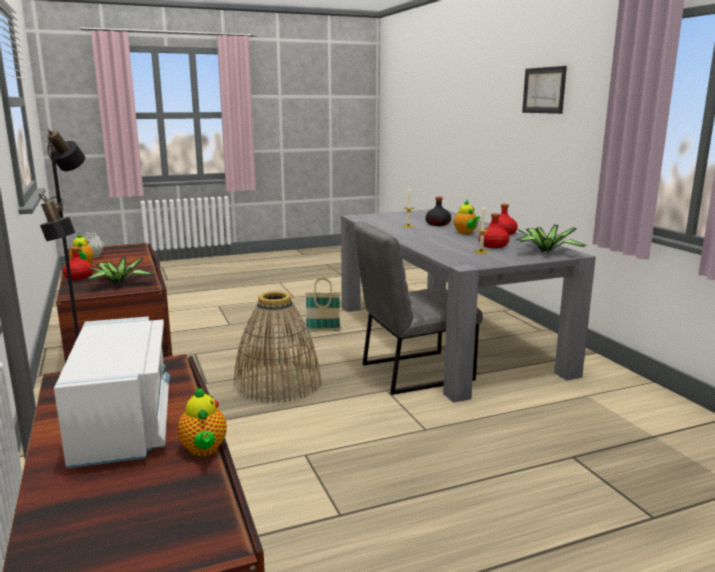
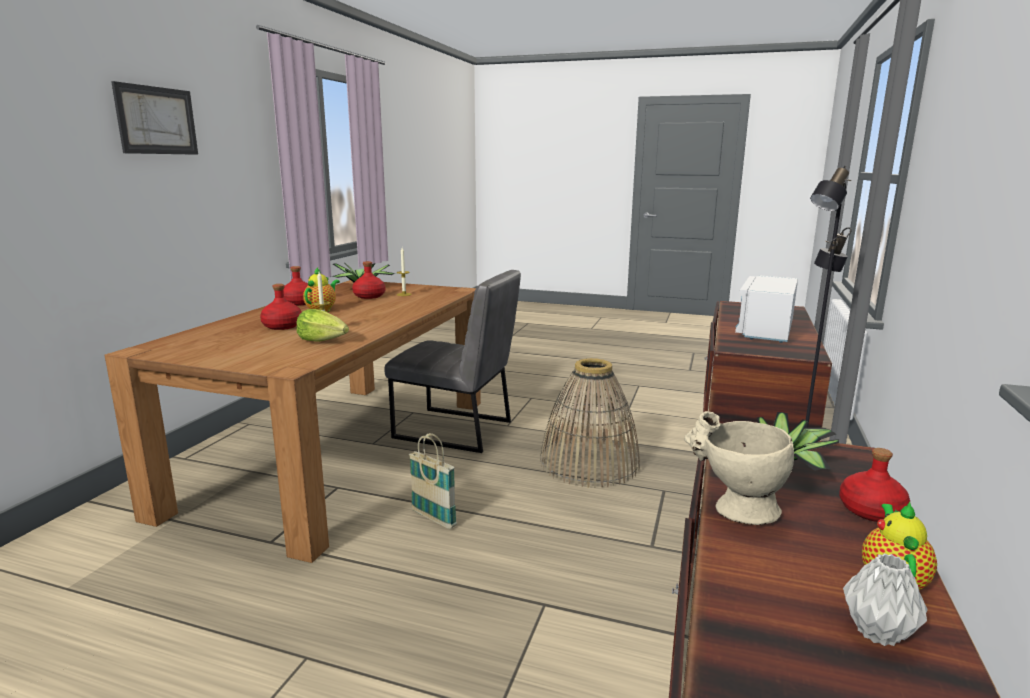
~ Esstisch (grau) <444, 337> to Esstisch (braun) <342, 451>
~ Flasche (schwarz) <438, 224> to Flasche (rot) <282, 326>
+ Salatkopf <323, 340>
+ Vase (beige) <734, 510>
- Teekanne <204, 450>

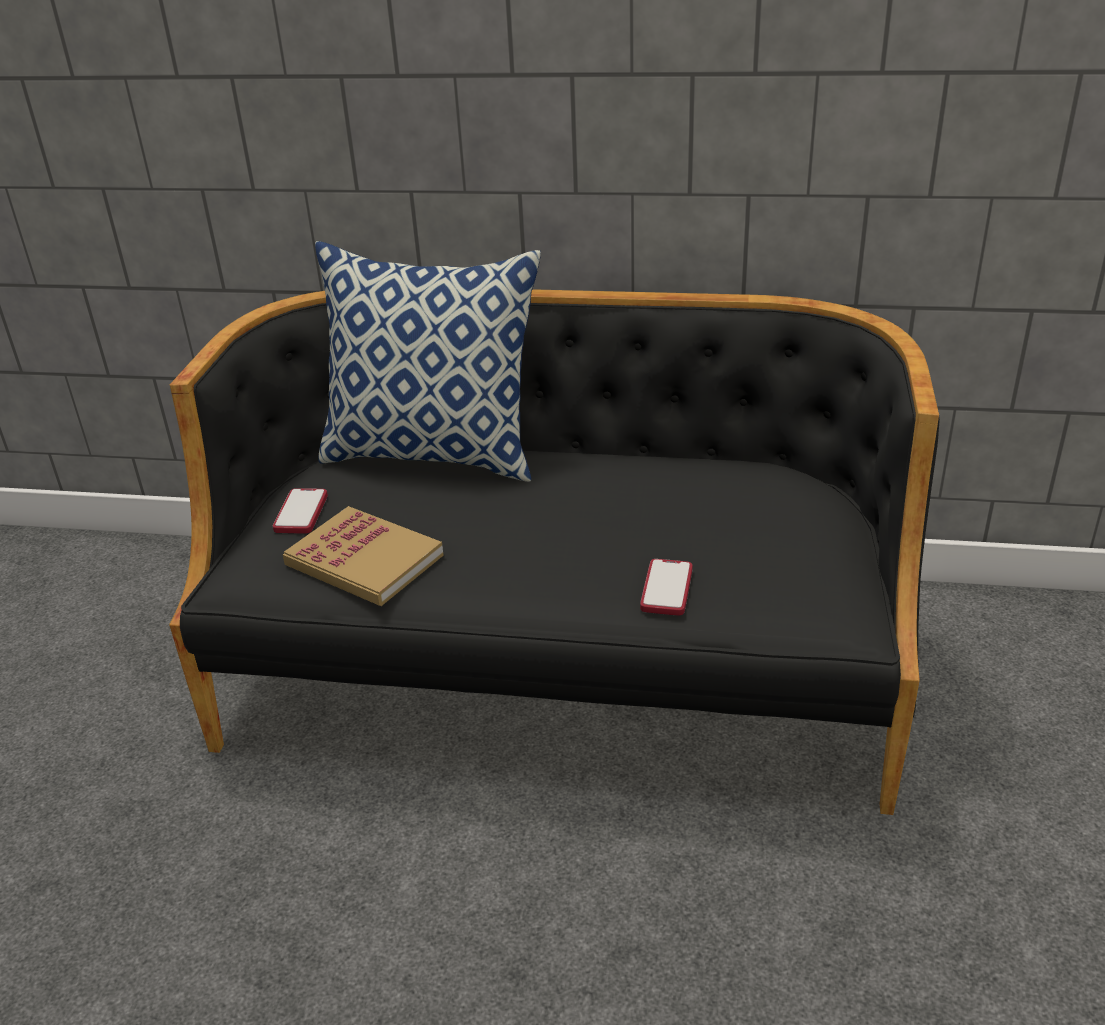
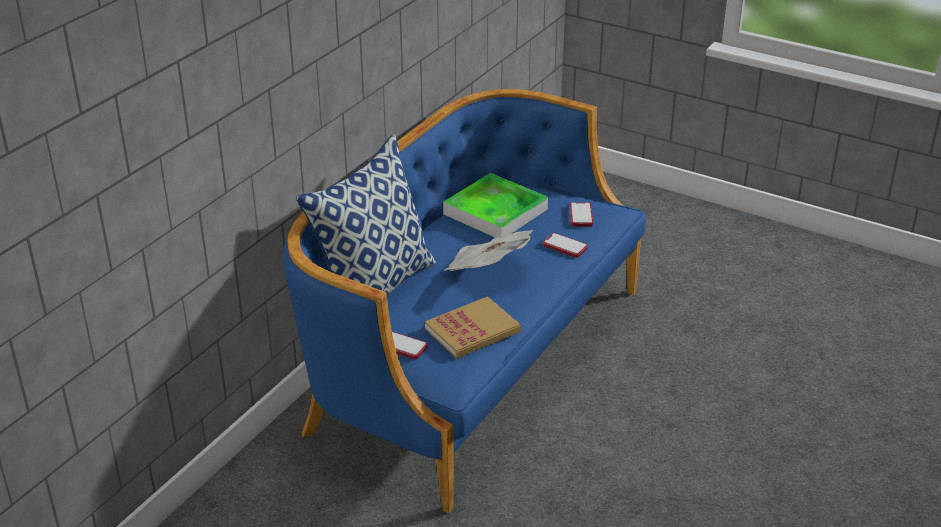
~ Sofa (schwarz) <561, 669> to Sofa (blau) <471, 359>
+ Tablett <495, 211>
+ Zeitung <487, 270>
+ Handy <581, 216>

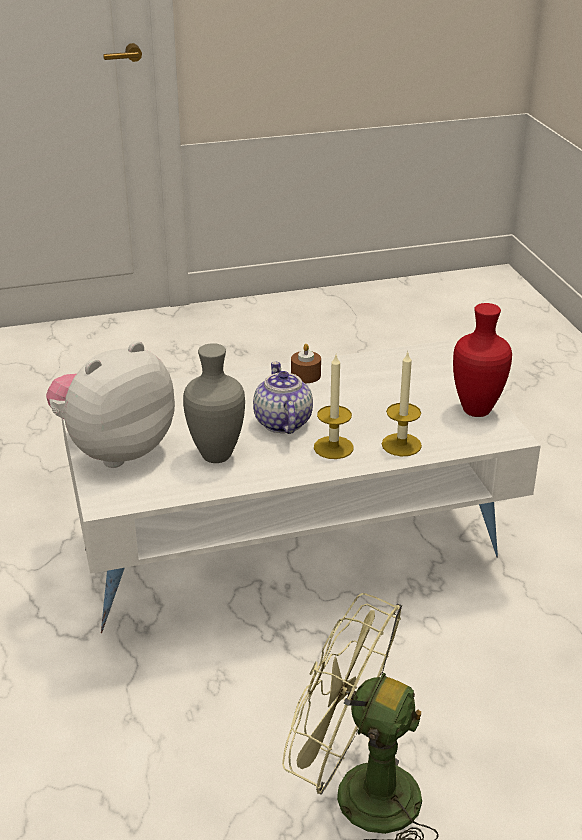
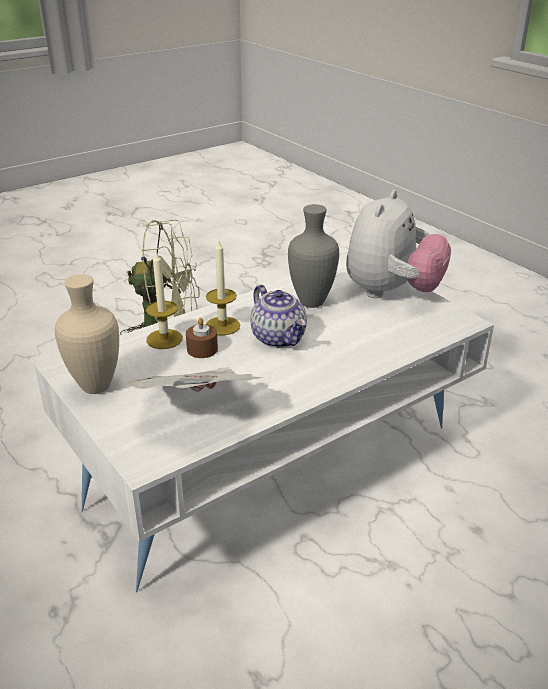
~ Vase (rot) <477, 411> to Vase (beige) <95, 385>
+ Zeitung <200, 406>
~ Kerze (braun) <305, 375> to <202, 349>

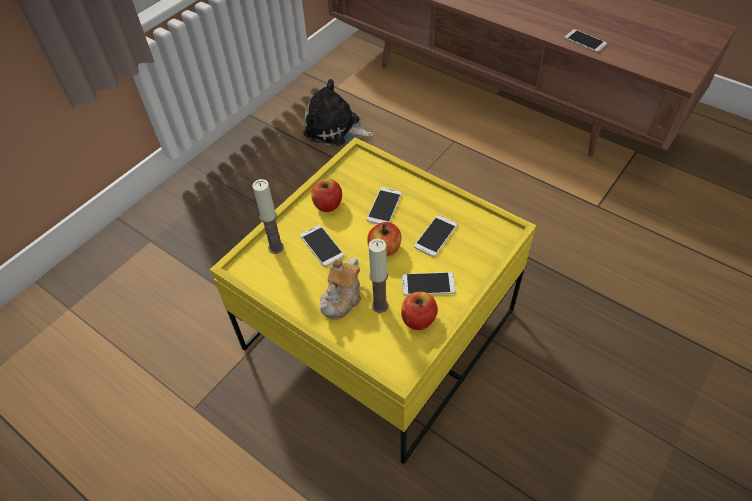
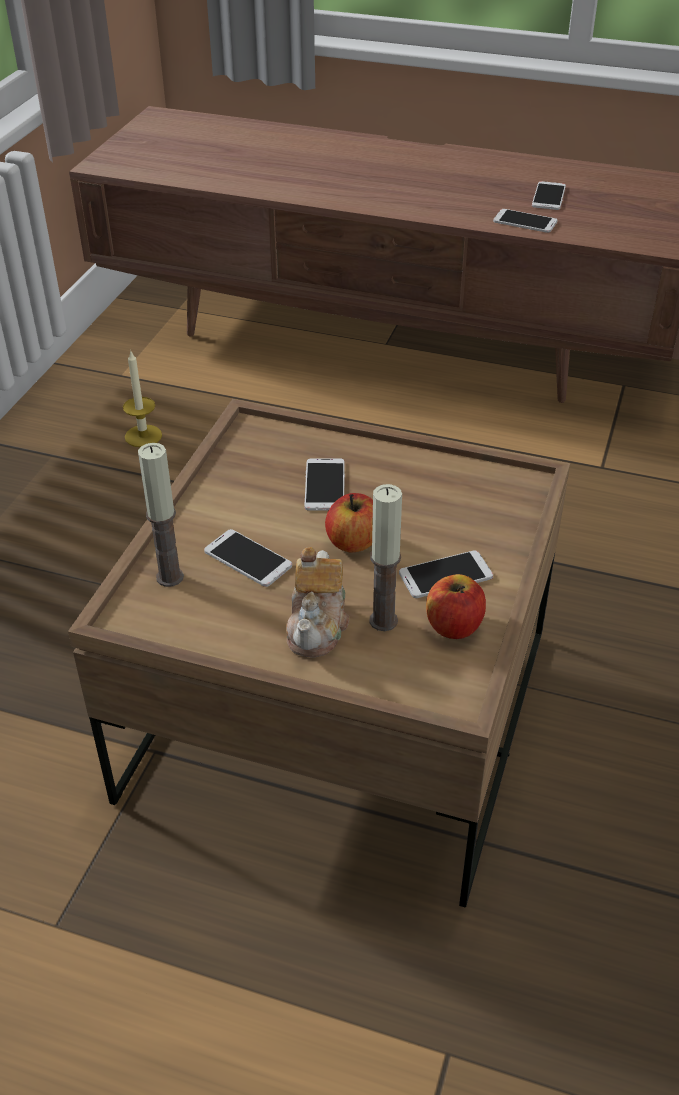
~ Couchtisch (gelb) <380, 329> to Couchtisch (braun) <340, 714>
~ Plüschtier <335, 129> to Kerze <143, 436>
~ Handy <435, 236> to <548, 196>
- Apfel <328, 204>

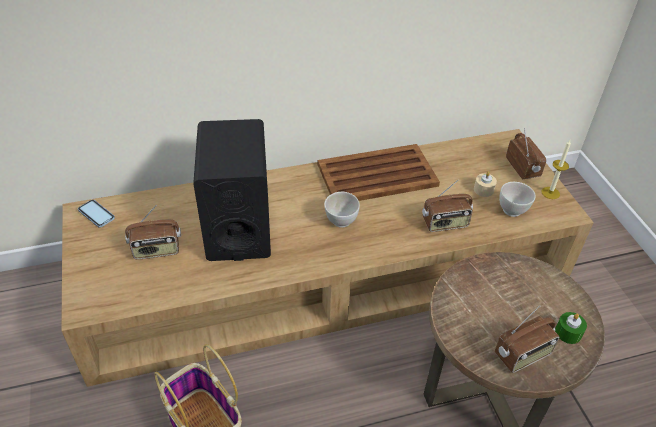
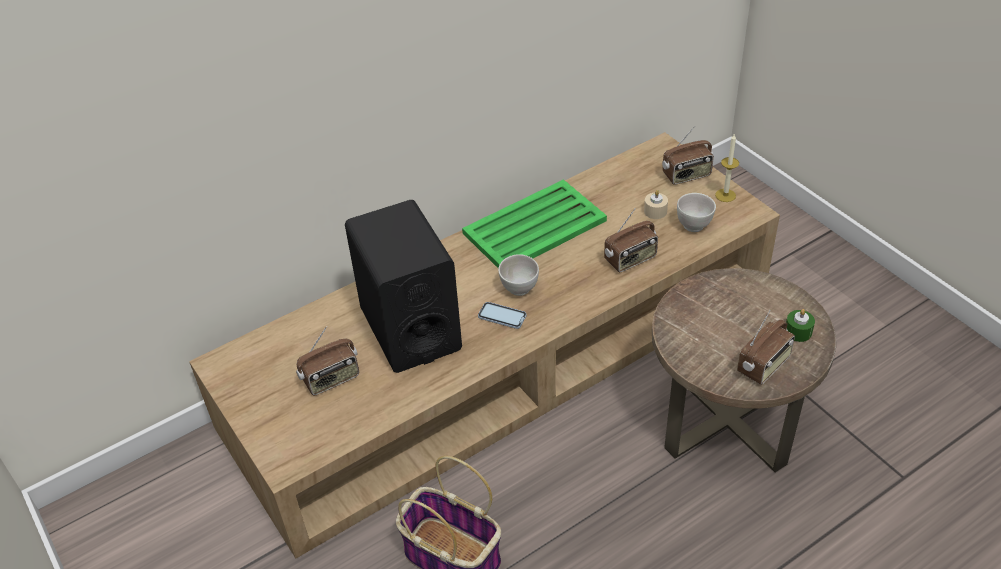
~ Tablett (braun) <378, 175> to Tablett (grün) <536, 226>
~ Handy <96, 214> to <502, 316>
~ Radio <523, 168> = <686, 175> 105 degrees clockwise

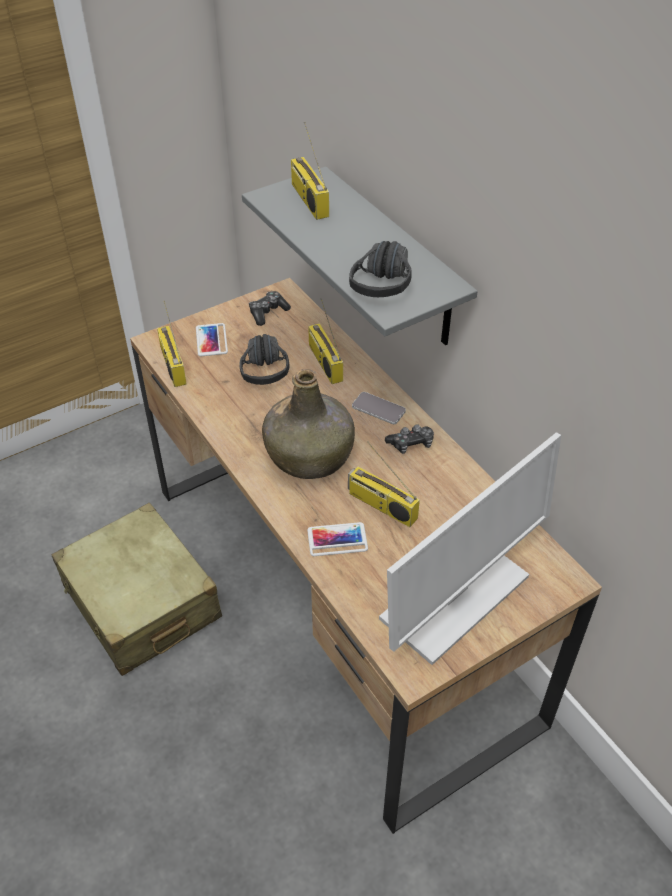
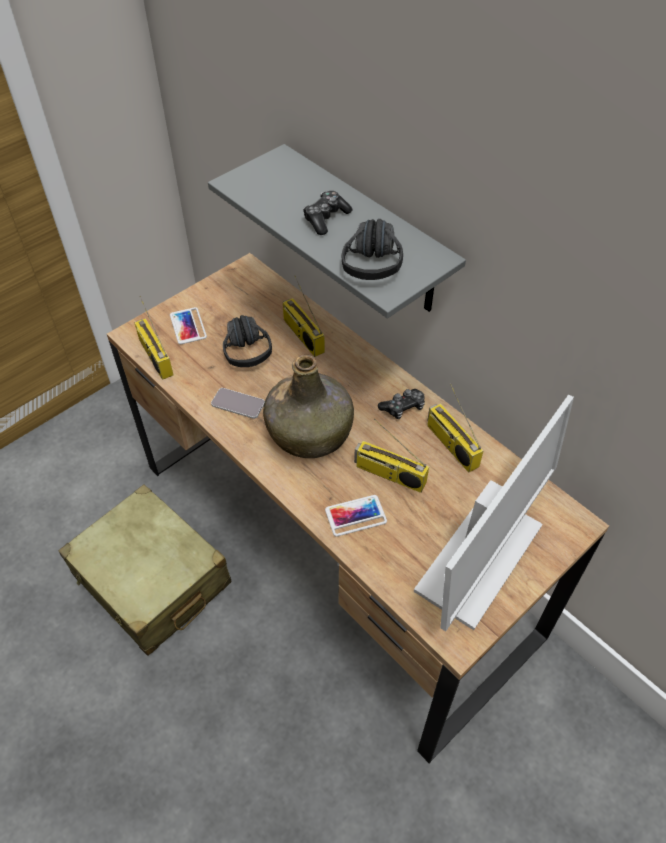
~ Handy <378, 409> to <238, 404>
~ Gamepad <268, 313> to <326, 218>
~ Radio <308, 199> to <450, 445>

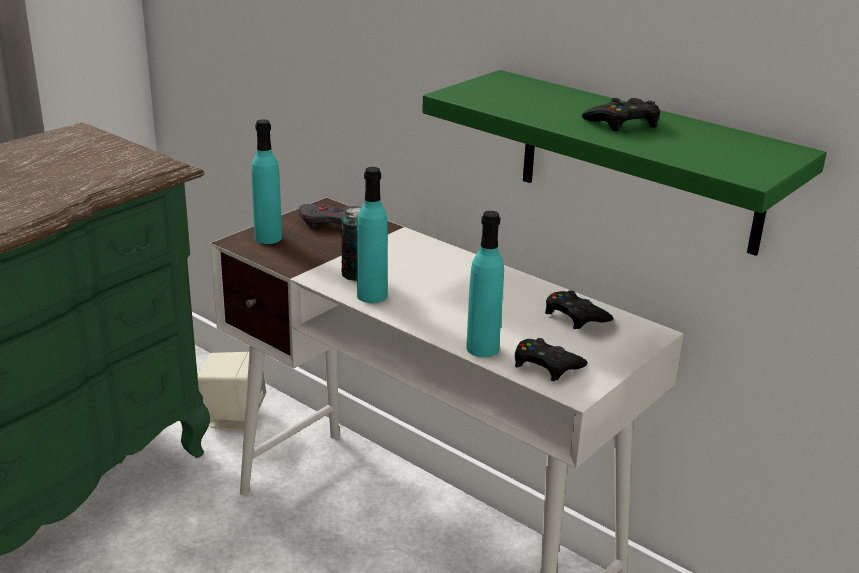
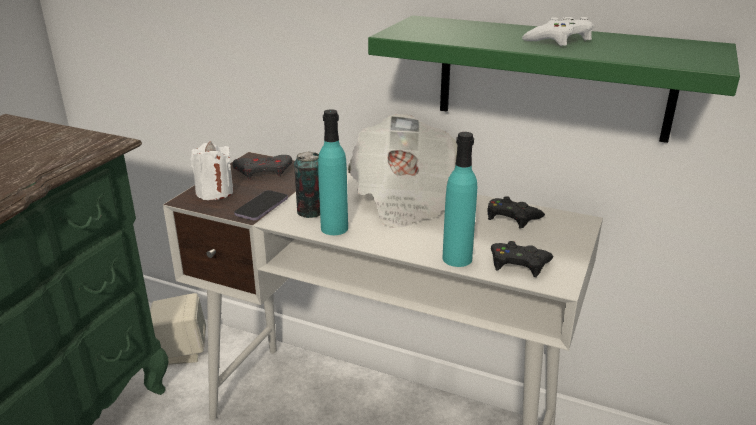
~ Flasche (türkis) <268, 238> to Kerze (weiß) <215, 192>
+ Handy <261, 207>
+ Zeitung <405, 199>
~ Gamepad (schwarz) <623, 123> to Gamepad (weiß) <559, 40>

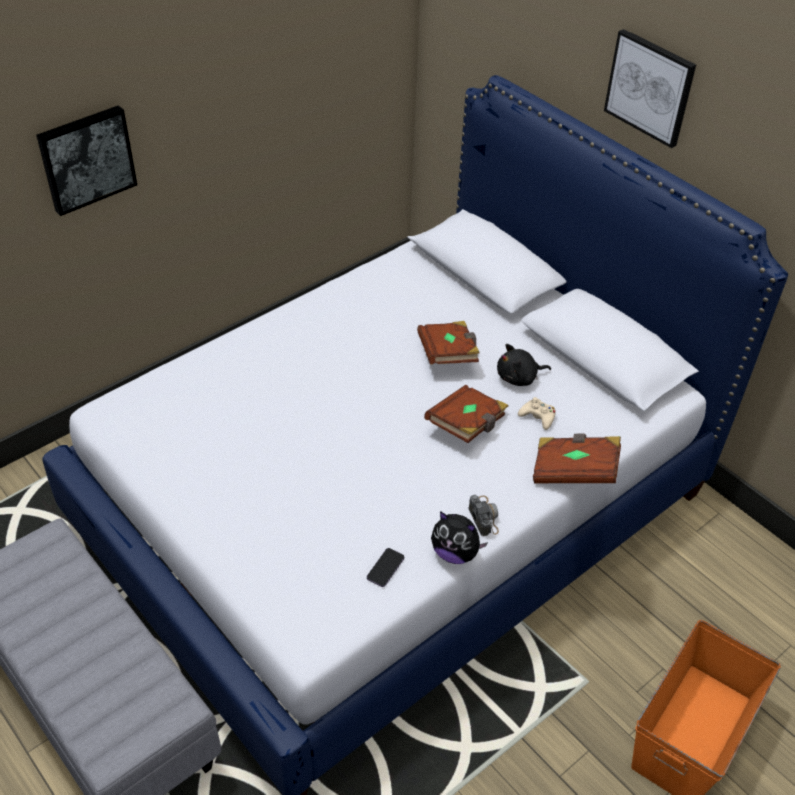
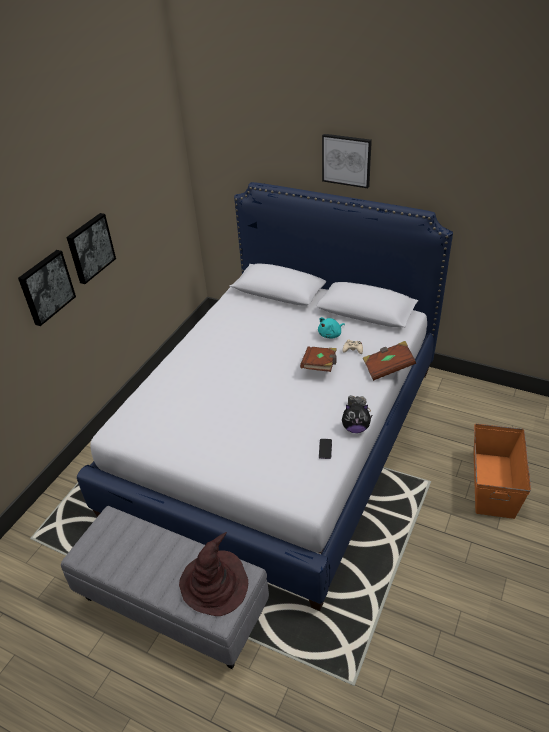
+ Bild <90, 247>
+ Hut (braun) <214, 584>
~ Plüschtier (schwarz) <519, 377> to Plüschtier (türkis) <331, 334>
- Buch (braun) <448, 354>

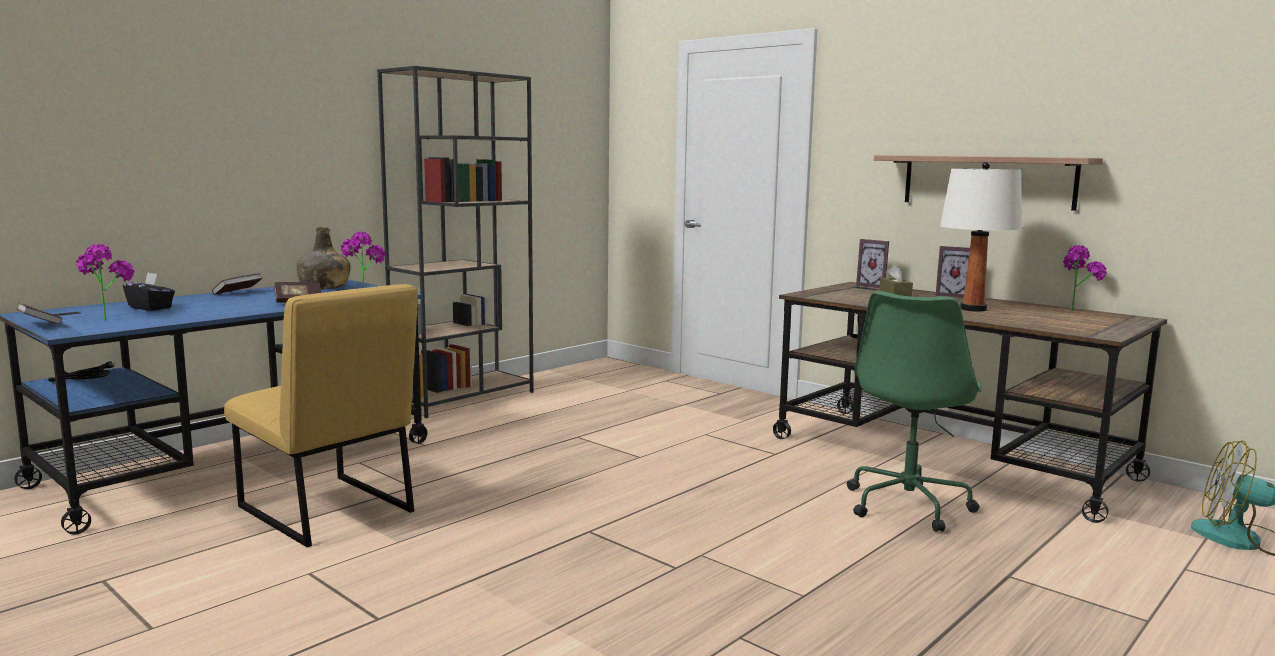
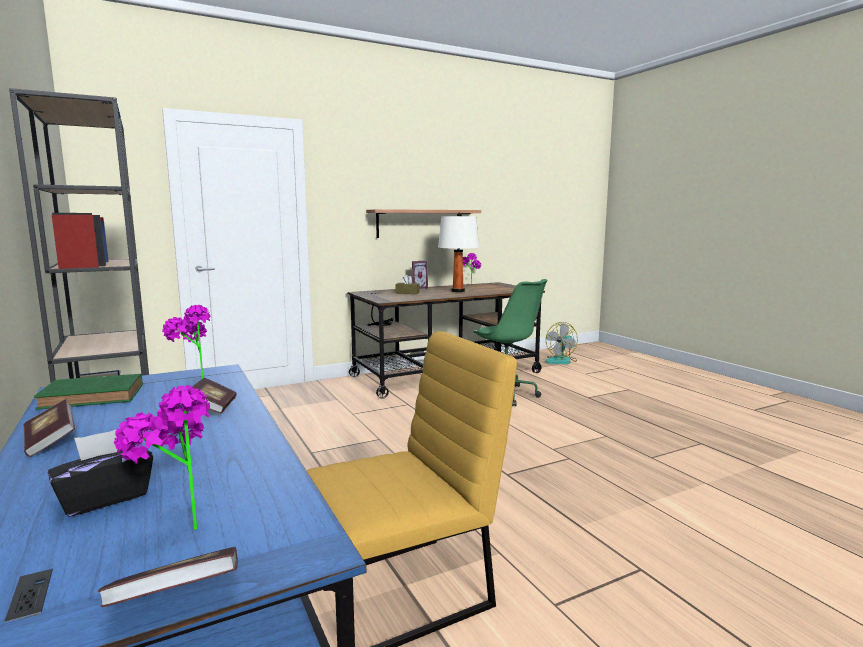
~ Flasche (grün) <324, 287> to Buch (grün) <96, 396>
- Bilderrahmen <874, 286>

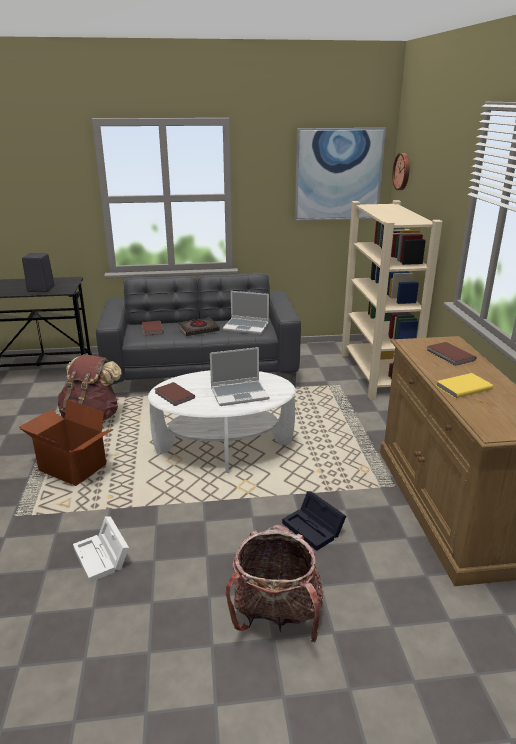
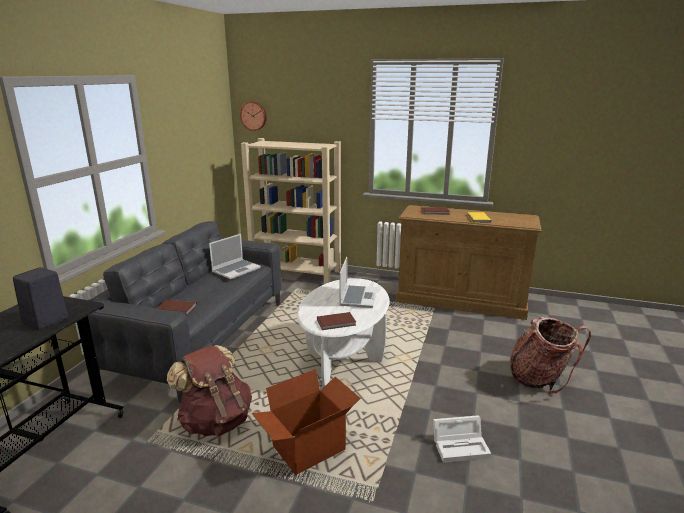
- Buch (schwarz) <198, 329>
- Aufbewahrungsbox (schwarz) <314, 528>
- Bild <338, 175>

